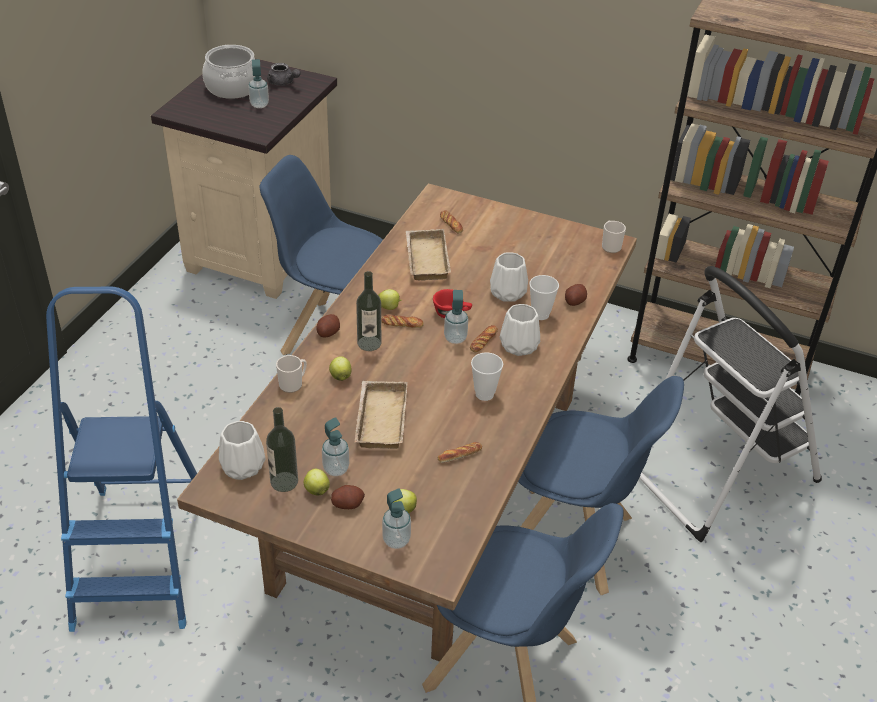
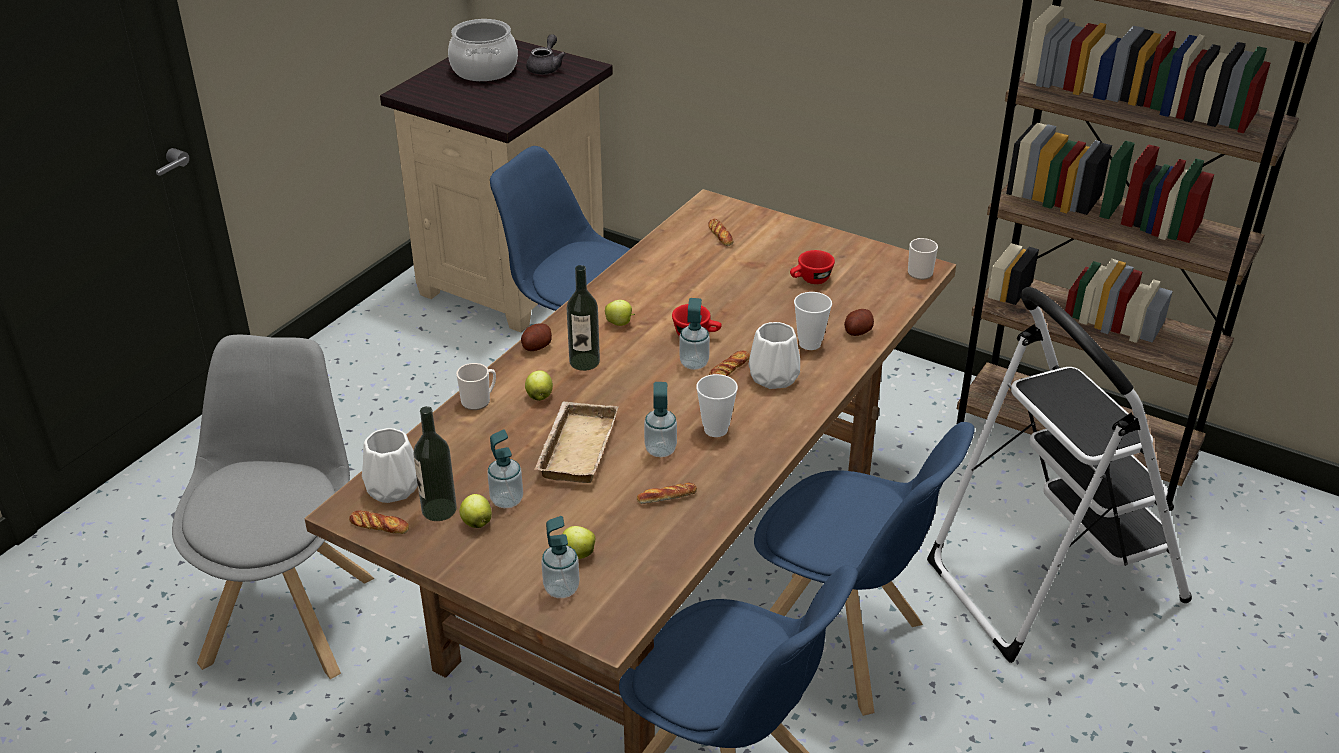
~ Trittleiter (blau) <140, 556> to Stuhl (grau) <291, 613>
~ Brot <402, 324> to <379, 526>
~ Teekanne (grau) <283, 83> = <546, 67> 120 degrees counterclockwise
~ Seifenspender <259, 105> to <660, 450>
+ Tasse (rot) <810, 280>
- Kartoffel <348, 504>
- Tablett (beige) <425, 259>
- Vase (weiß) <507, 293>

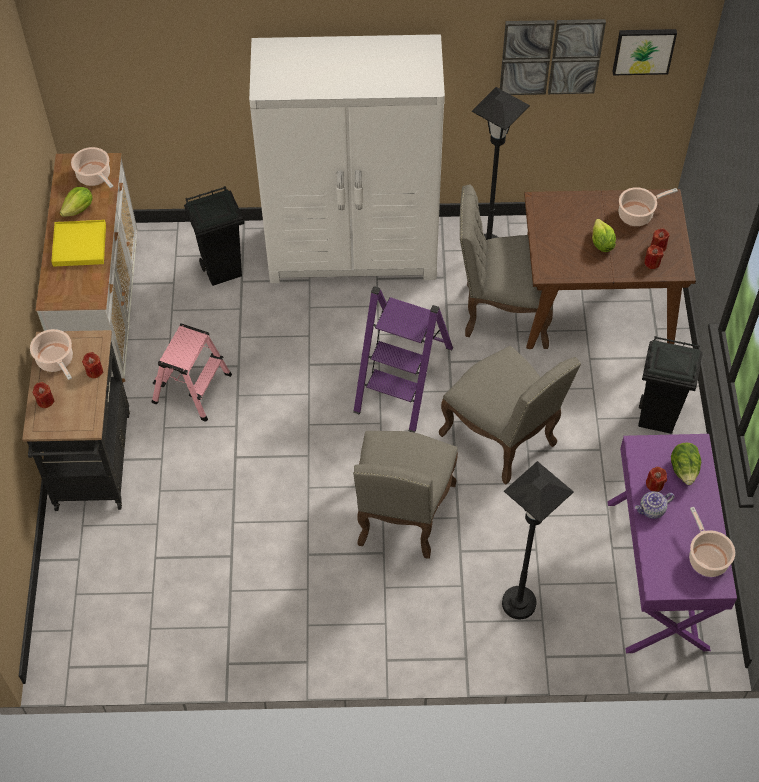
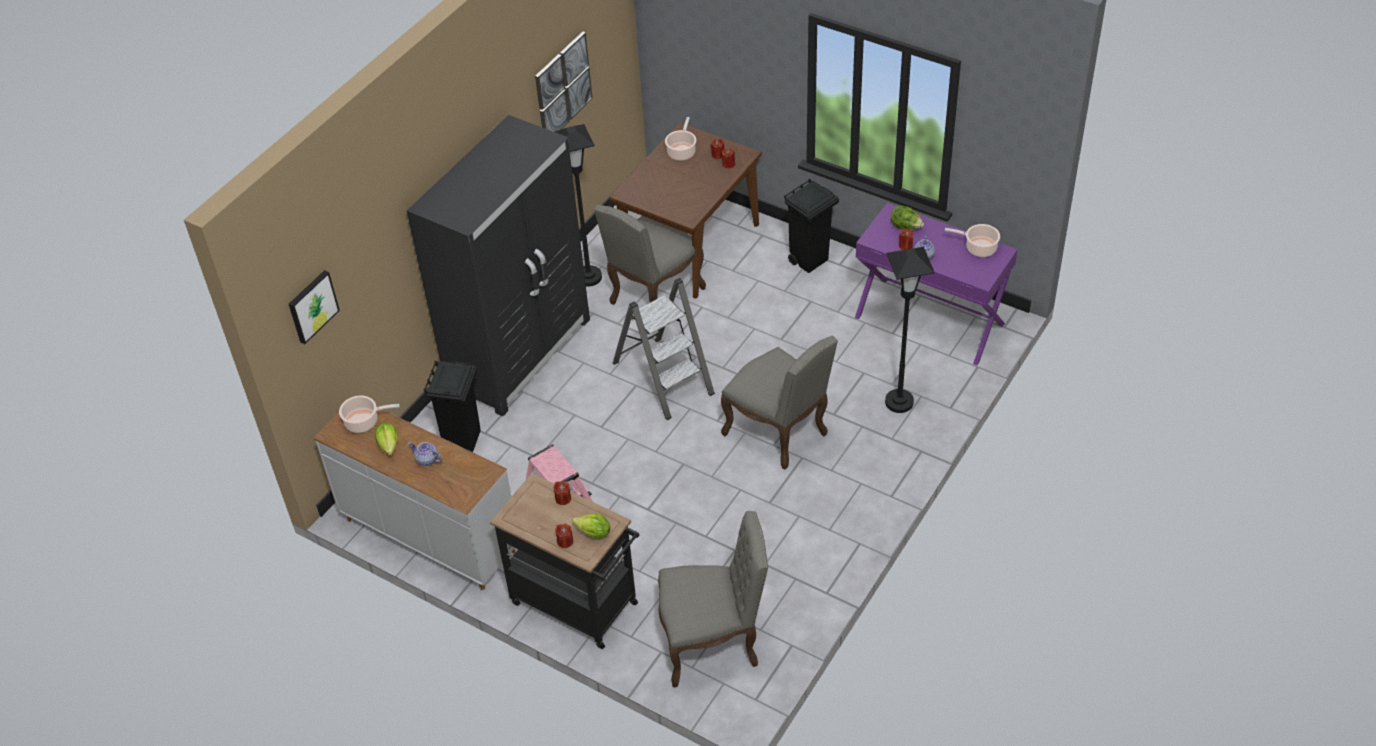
~ Bild <643, 50> to <312, 306>
~ Schrank (weiß) <354, 253> to Schrank (schwarz) <521, 353>
~ Tablett (gelb) <79, 245> to Teekanne <426, 460>
~ Salatkopf <601, 244> to <594, 533>
~ Trittleiter (lila) <404, 378> to Trittleiter (grau) <662, 377>
~ Stuhl (grau) <502, 438> to <712, 643>
- Kochtopf <56, 360>

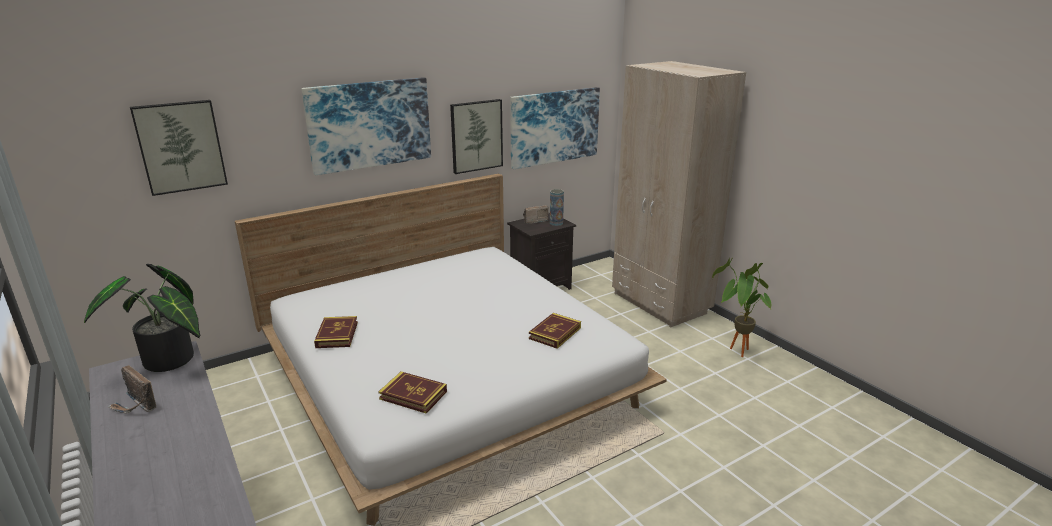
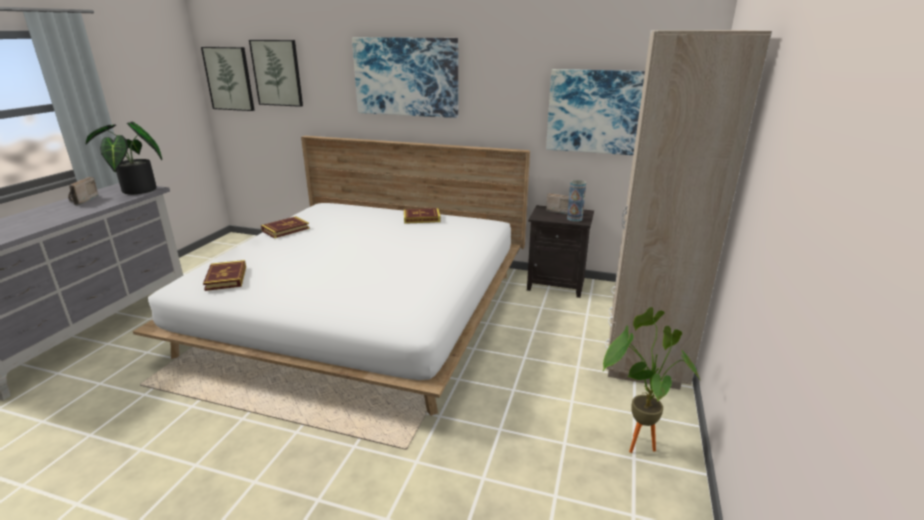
~ Bild <476, 136> to <229, 79>
~ Buch <555, 333> to <421, 218>

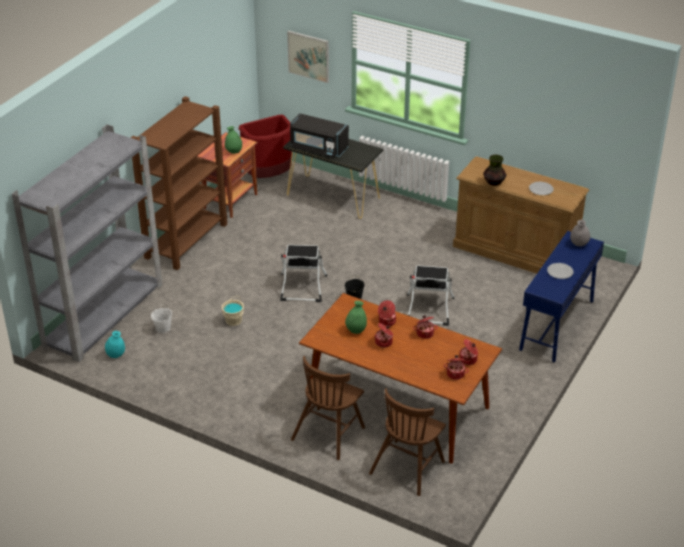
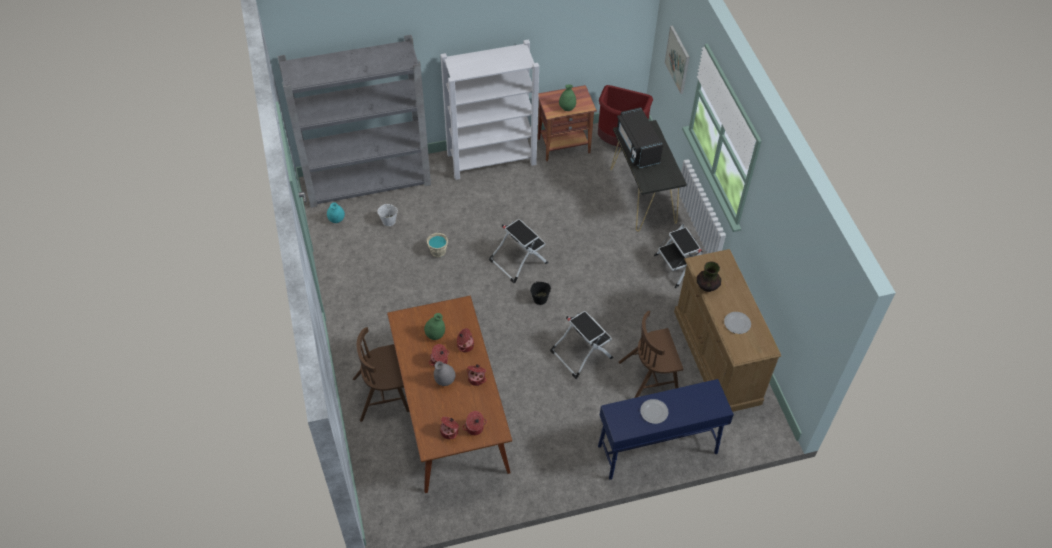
~ Vase (grau) <579, 244> to <445, 381>
~ Bücherregal (braun) <186, 241> to Bücherregal (weiß) <491, 158>
~ Stuhl (braun) <409, 464> to <652, 377>
+ Trittleiter <682, 265>

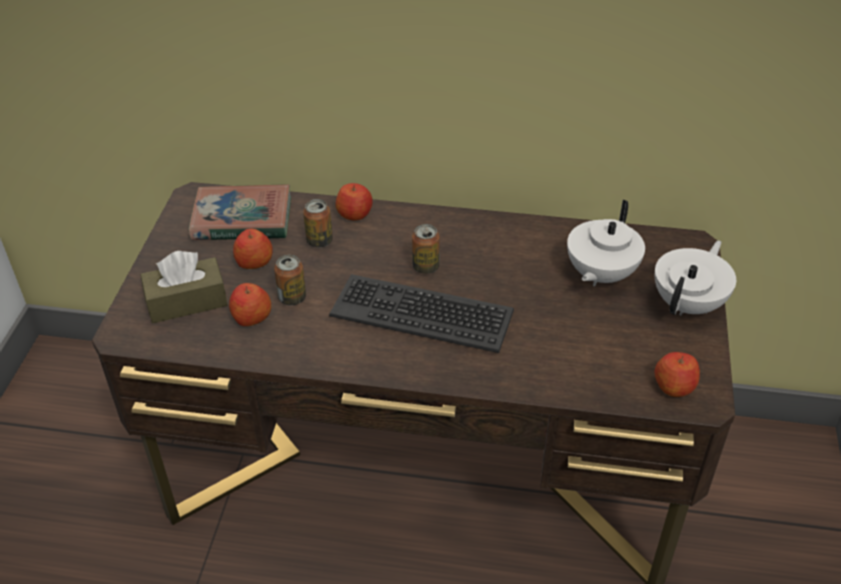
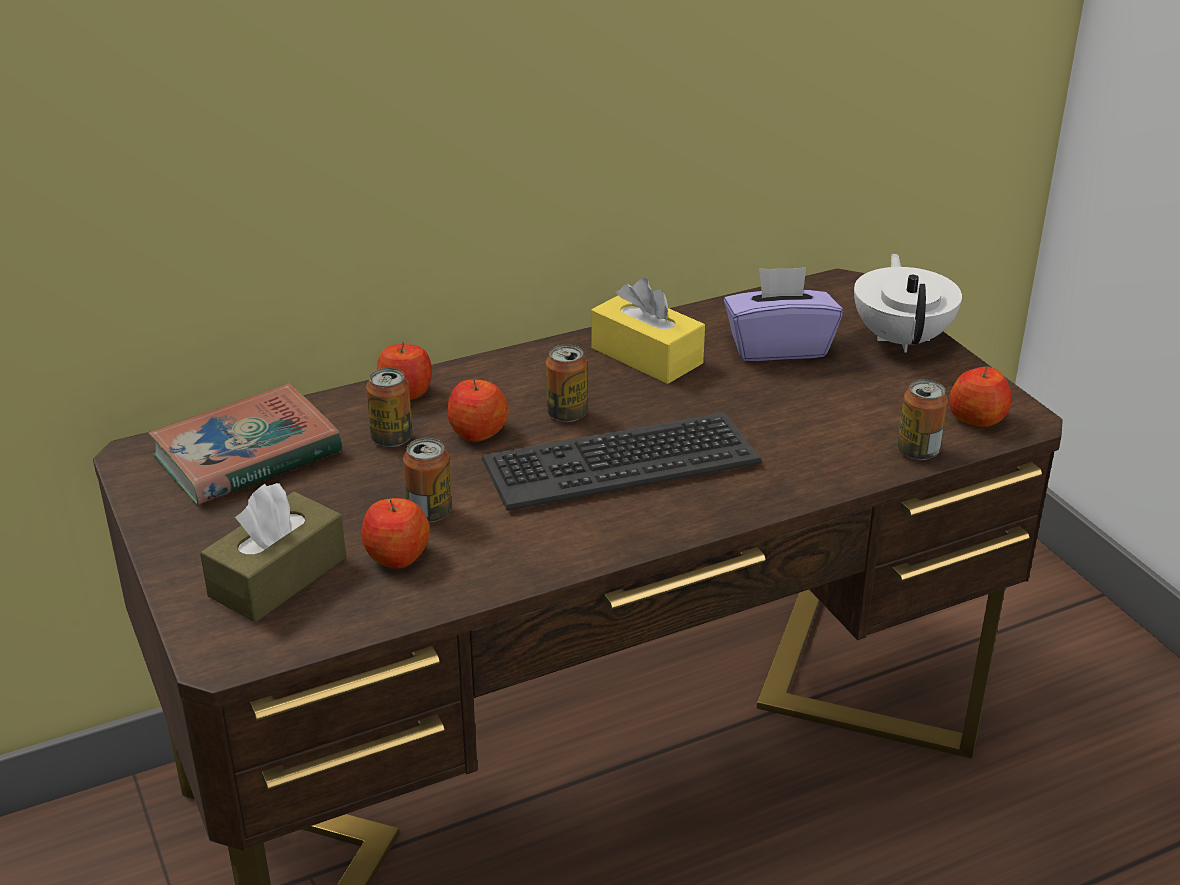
~ Apfel <254, 261> to <477, 431>
+ Taschentuchbox (gelb) <646, 356>
~ Teekanne (weiß) <599, 274> to Taschentuchbox (lila) <778, 347>
+ Dose <918, 451>

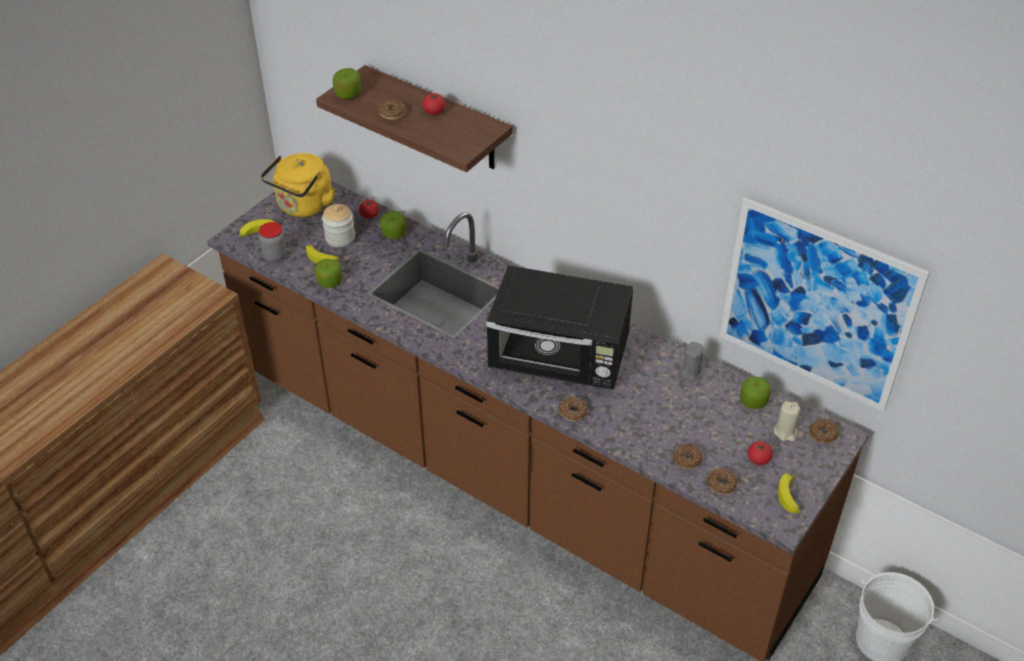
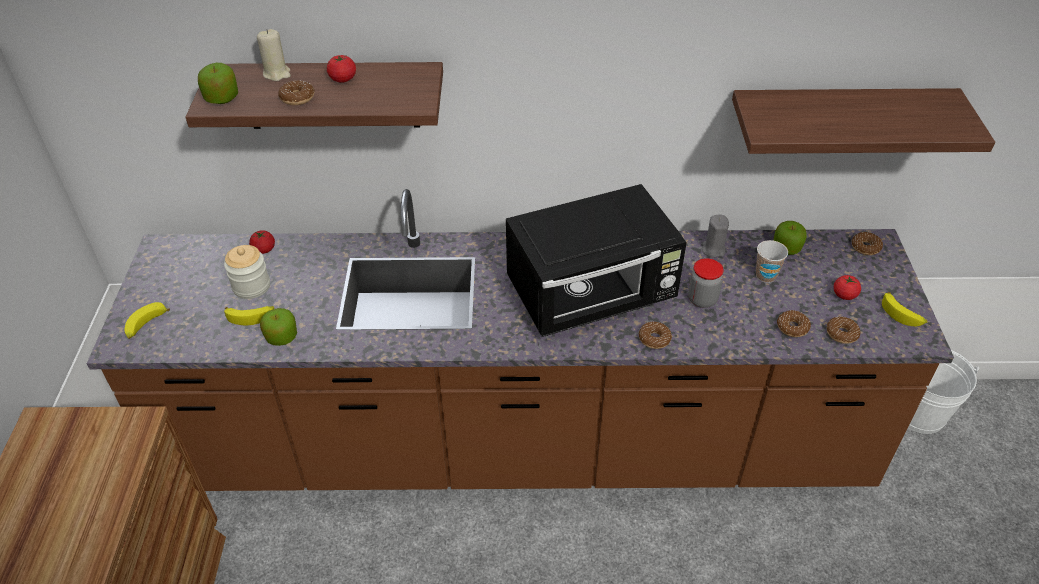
~ Kerze (beige) <785, 432> to <277, 73>
~ Vorratsglas <275, 256> to <702, 299>
~ Bild <816, 305> to Wandregal <838, 120>
+ Tasse <766, 276>
- Wasserkessel (gelb) <303, 207>
- Apfel <394, 234>

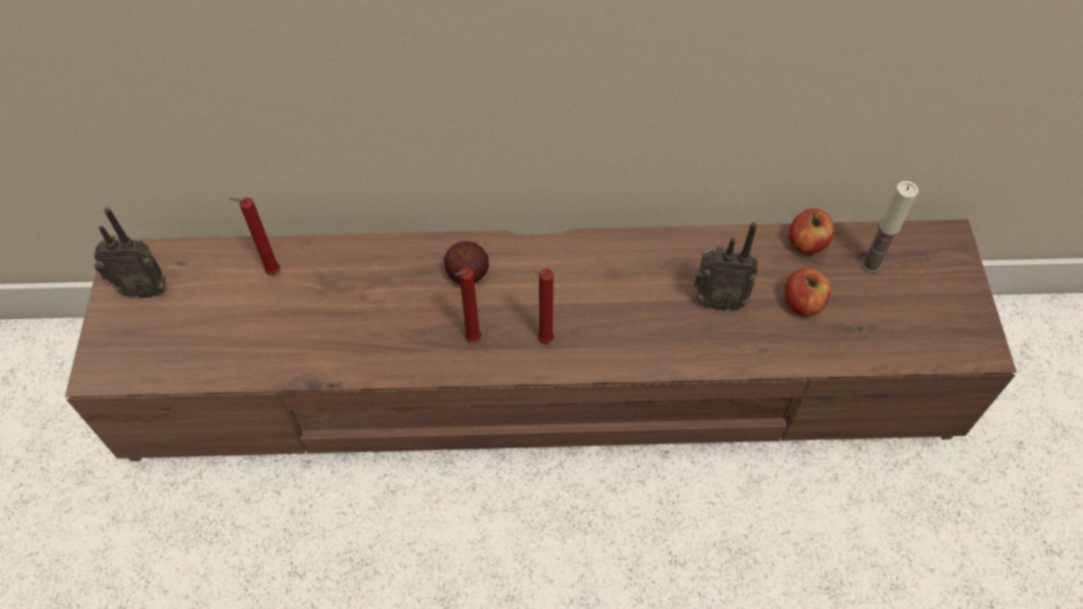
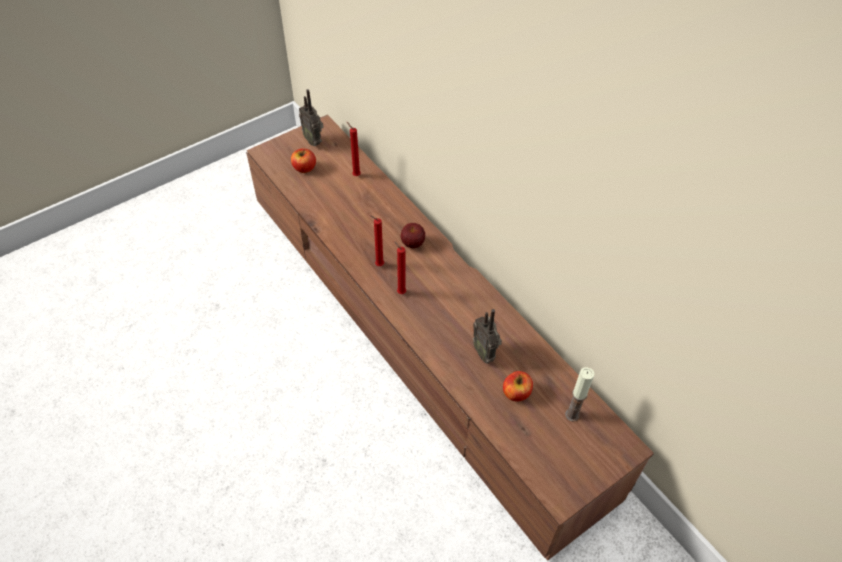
~ Apfel <807, 243> to <304, 168>

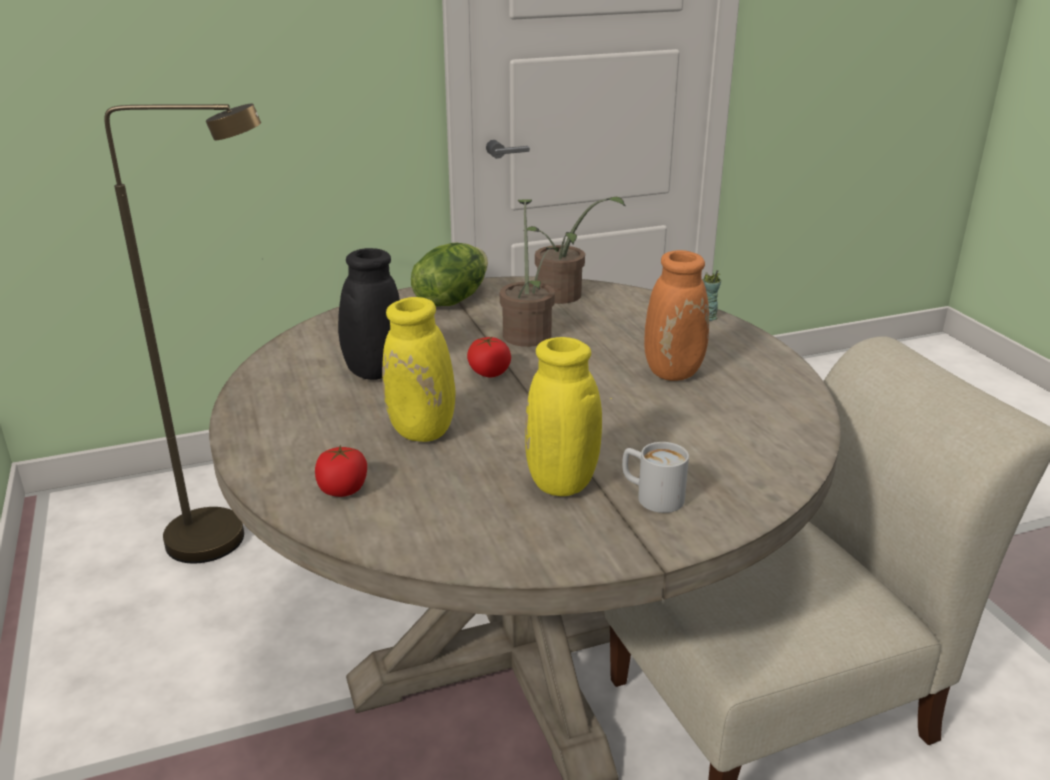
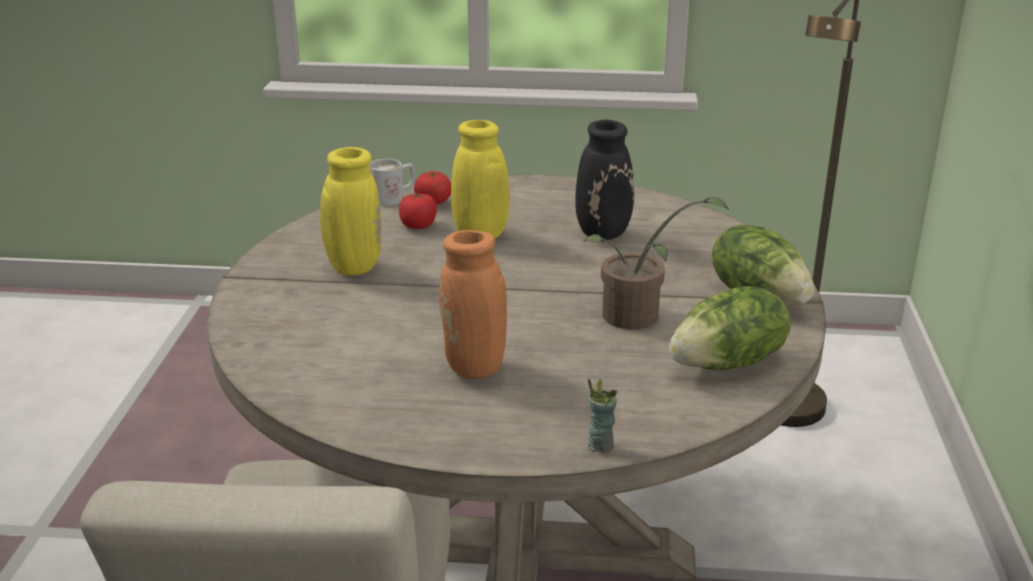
~ Henkelbecher (weiß) <651, 496> to <394, 198>
~ Tomate <489, 372> to <418, 225>
~ Topfpflanze <564, 297> to Salatkopf <729, 363>

